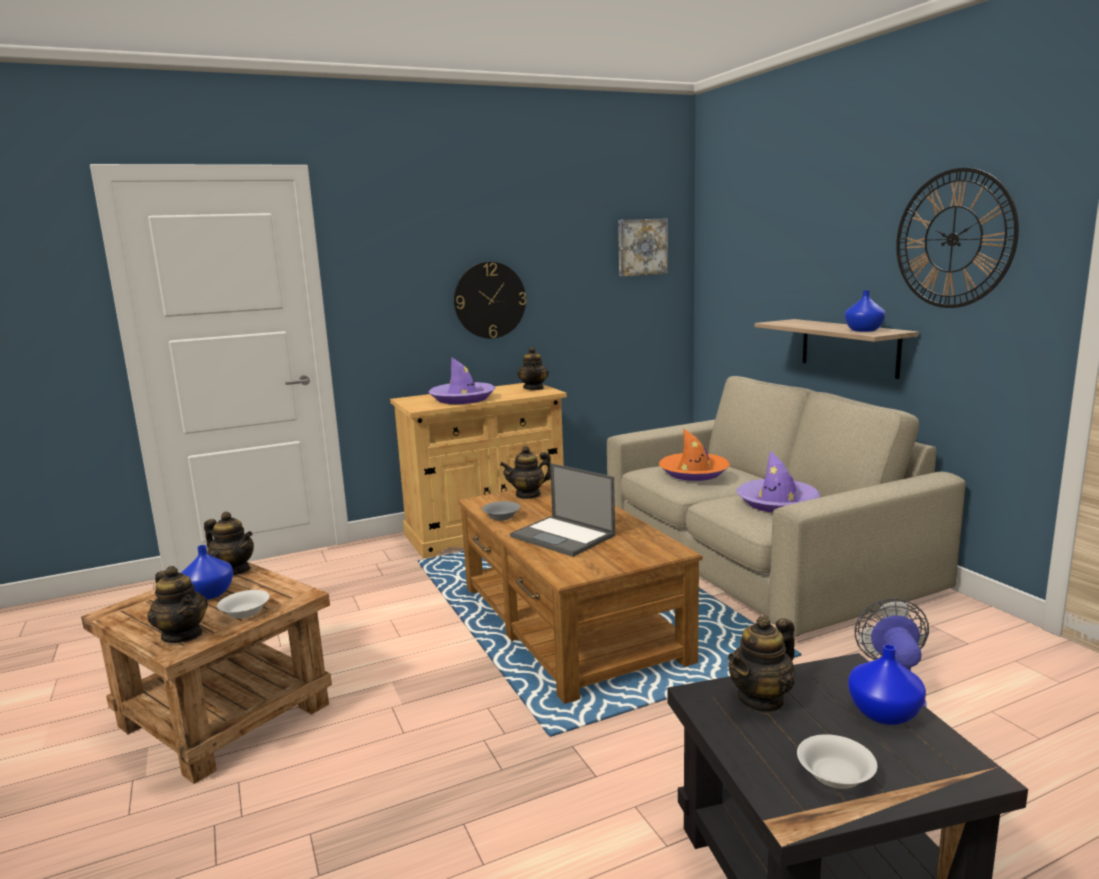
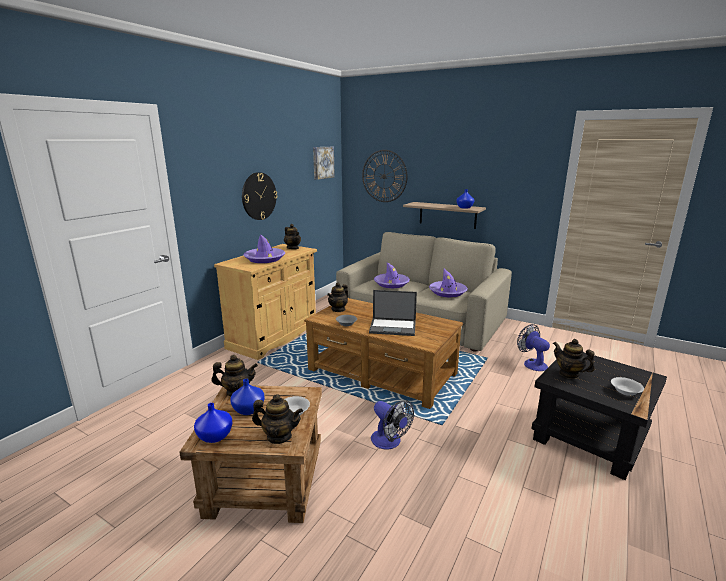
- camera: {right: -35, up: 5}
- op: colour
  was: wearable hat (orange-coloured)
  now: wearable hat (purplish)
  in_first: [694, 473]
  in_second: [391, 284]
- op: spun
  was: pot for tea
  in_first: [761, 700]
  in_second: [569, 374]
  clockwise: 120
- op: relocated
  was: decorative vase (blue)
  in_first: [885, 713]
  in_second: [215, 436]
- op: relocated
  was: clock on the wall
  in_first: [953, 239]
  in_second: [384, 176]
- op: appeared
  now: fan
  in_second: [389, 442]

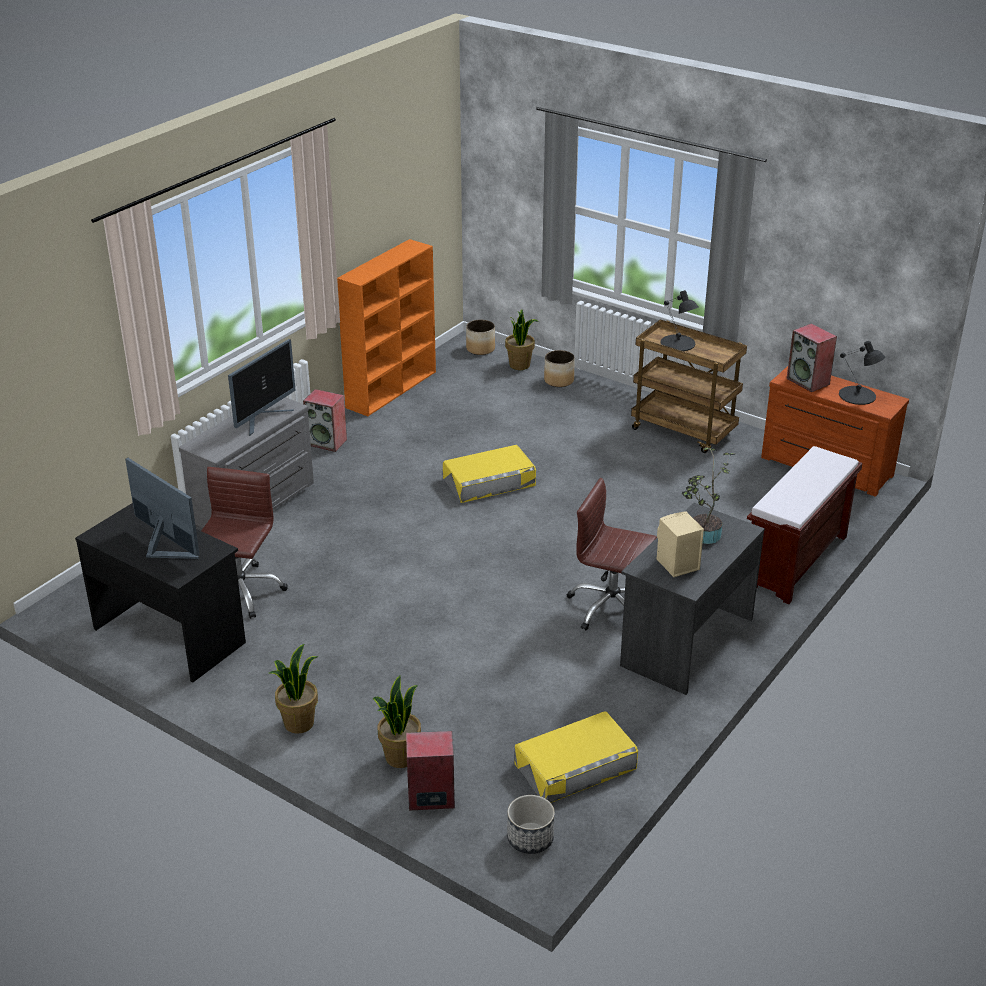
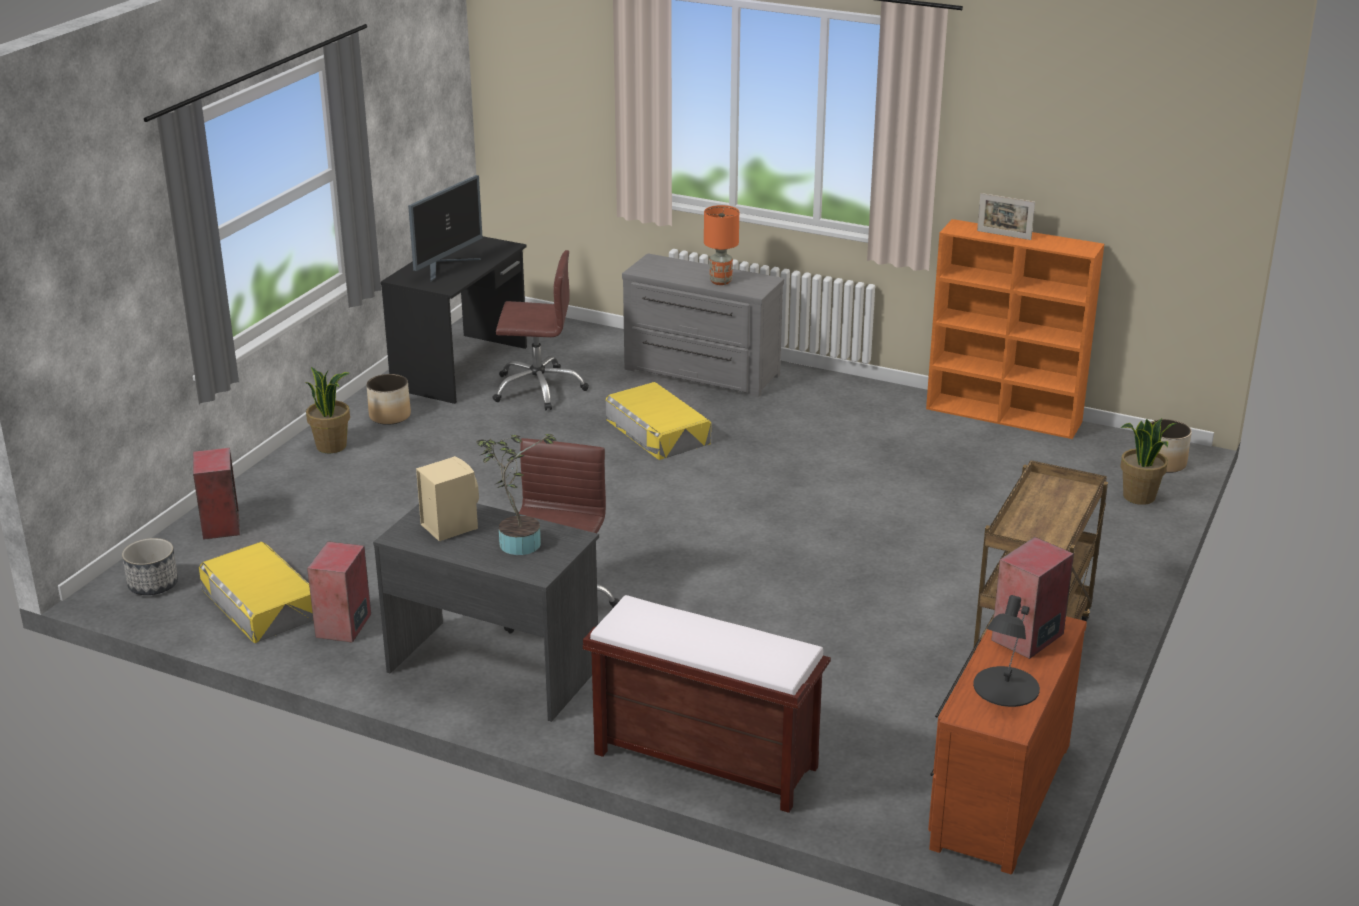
- camera: {right: 80, up: -5}
- op: exchanged
  was: monitor
  now: table lamp (orange-coloured)
  in_first: [264, 418]
  in_second: [721, 281]
- op: relocated
  was: loudspeaker
  in_first: [327, 442]
  in_second: [344, 626]
- op: missing
  was: plant in a pot
  in_first: [400, 757]
- op: relocated
  was: storage container (yellowish)
  in_first: [489, 482]
  in_second: [657, 431]
- op: relocated
  was: plant pot
  in_first: [559, 381]
  in_second: [390, 416]
- op: missing
  was: table lamp (black)
  in_first: [678, 343]
- op: appeared
  now: photo frame
  in_second: [1004, 235]

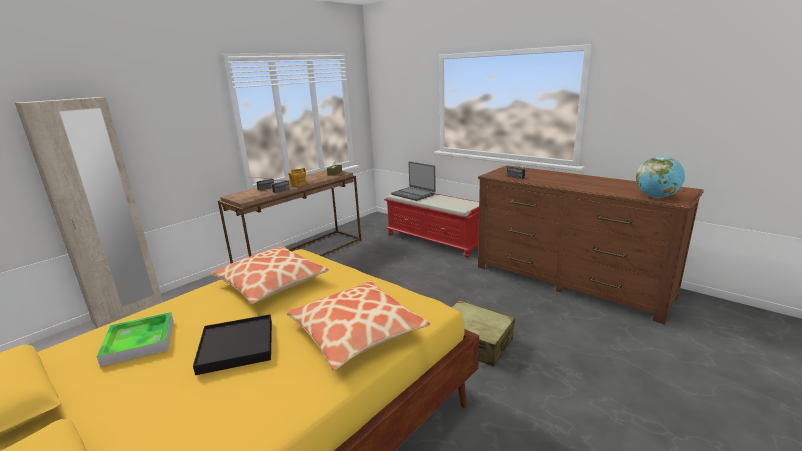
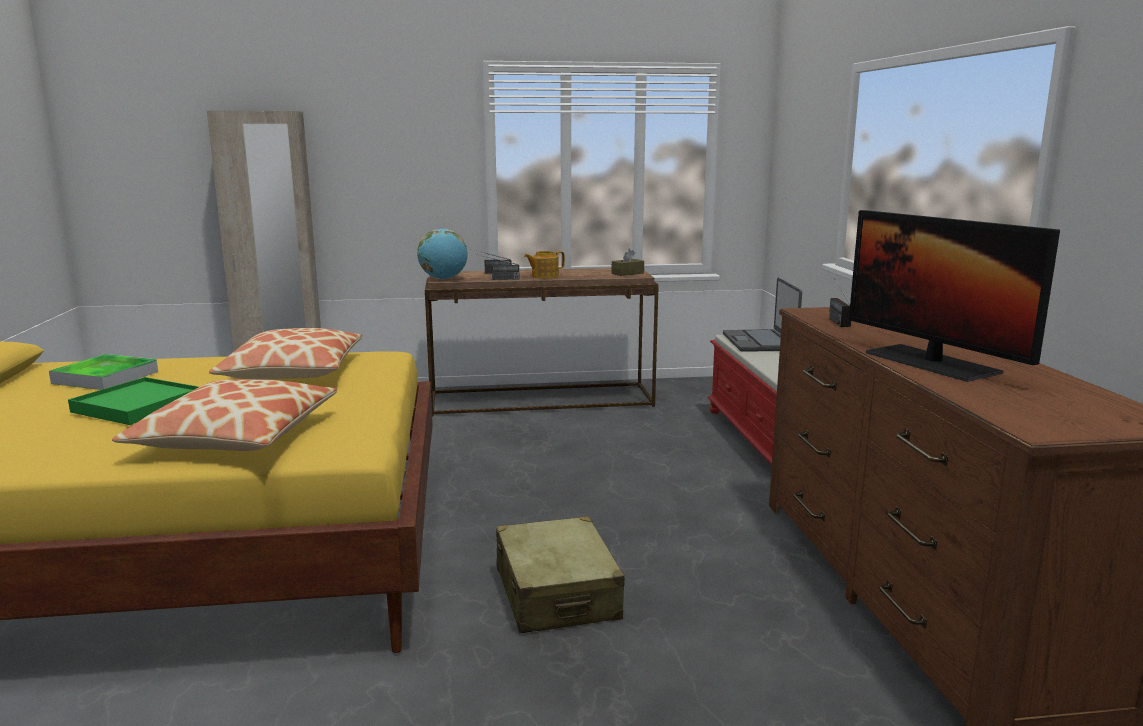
- camera: {right: 40, up: -5}
- op: colour
  was: serving tray (black)
  now: serving tray (green-coloured)
  in_first: [236, 346]
  in_second: [138, 406]
- op: relocated
  was: globe
  in_first: [656, 197]
  in_second: [443, 279]
- op: appeared
  now: monitor
  in_second: [931, 363]

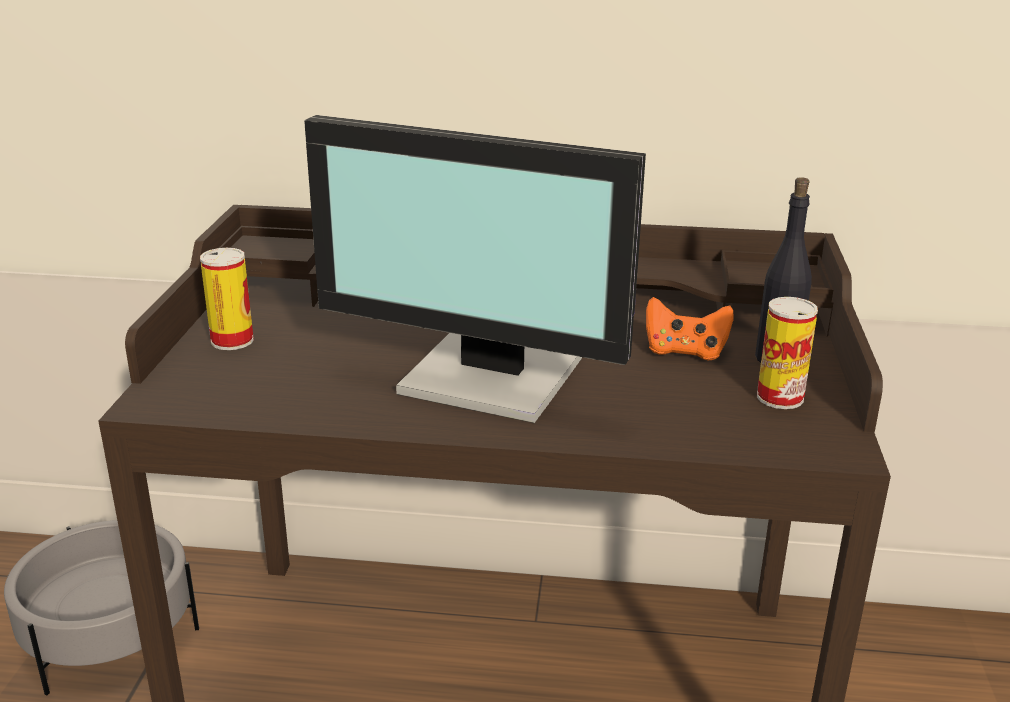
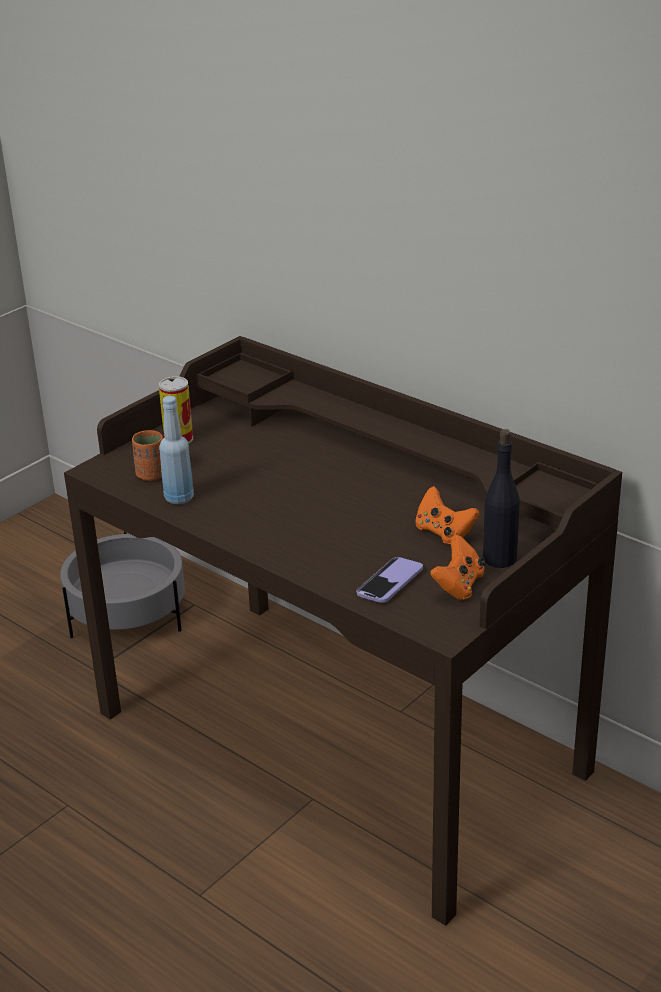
- camera: {right: 35, up: 5}
- op: missing
  was: monitor
  in_first: [491, 380]
- op: exchanged
  was: metal can
  now: joypad (orange-coloured)
  in_first: [780, 397]
  in_second: [459, 585]
- op: appeared
  now: drinking cup (orange-coloured)
  in_second: [151, 475]
- op: appeared
  now: beverage bottle (blue)
  in_second: [179, 498]
- op: appeared
  now: telephone
  in_second: [390, 582]

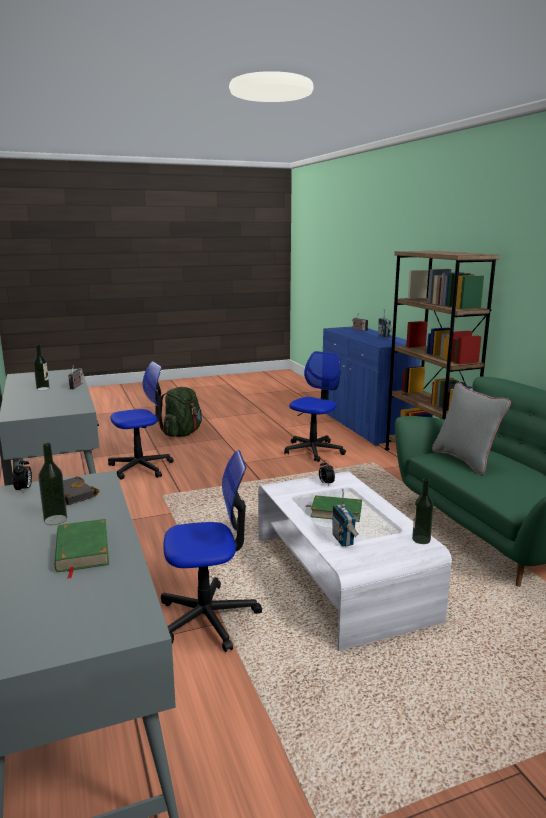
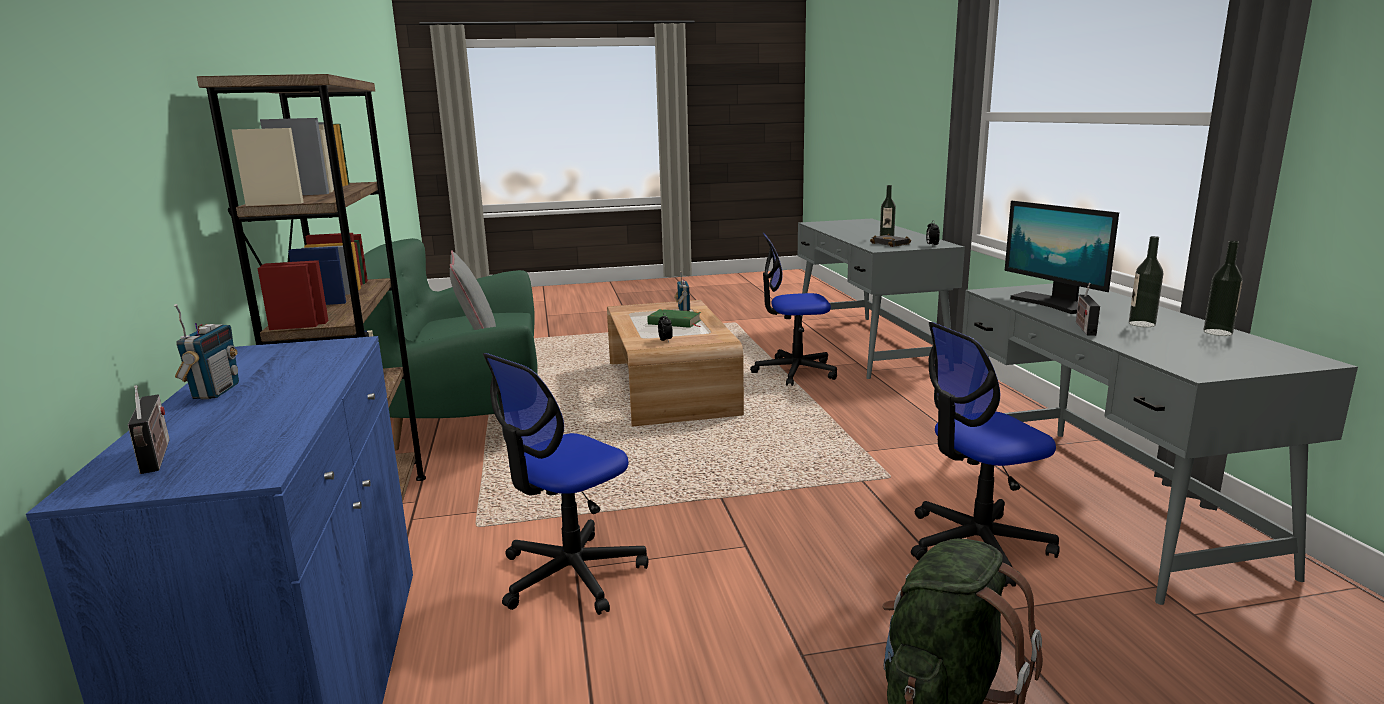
- camera: {right: -170, up: 0}
- op: missing
  was: volume (green-coloured)
  in_first: [82, 550]
- op: colour
  was: coffee table (white)
  now: coffee table (brown)
  in_first: [341, 577]
  in_second: [670, 388]
- op: relocated
  was: beverage bottle
  in_first: [421, 539]
  in_second: [1218, 332]
- op: appeared
  now: monitor
  in_second: [1052, 303]

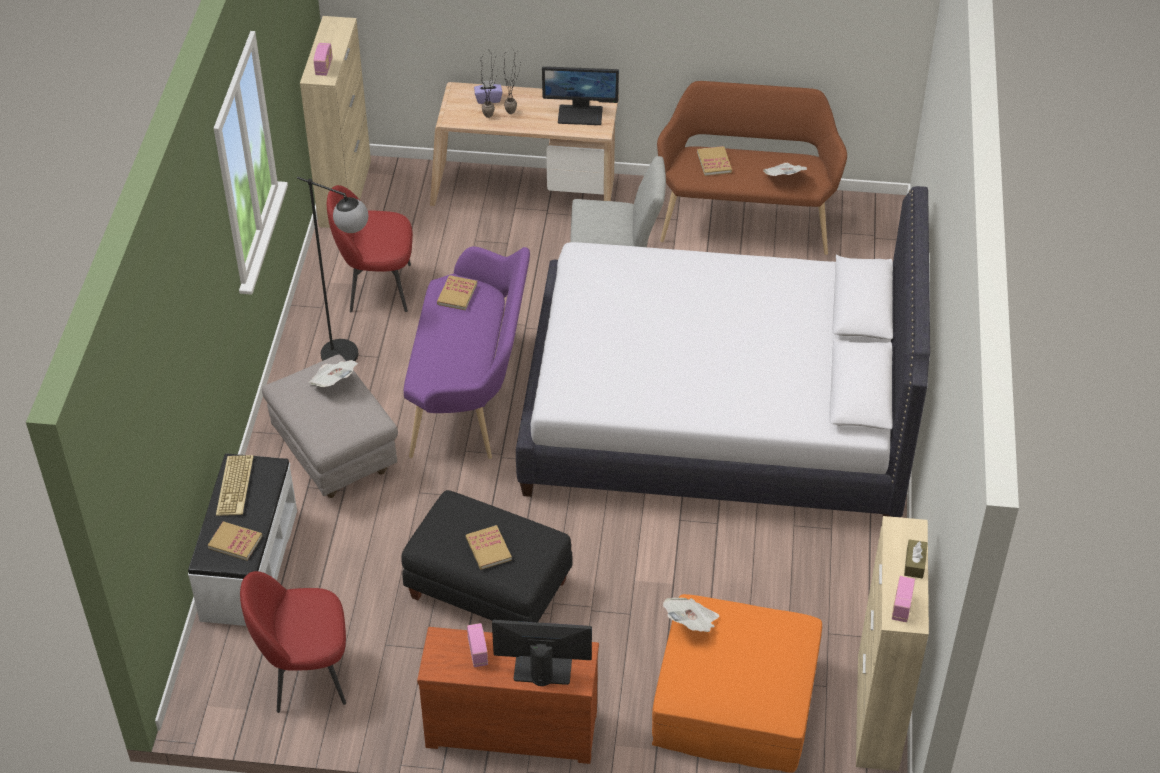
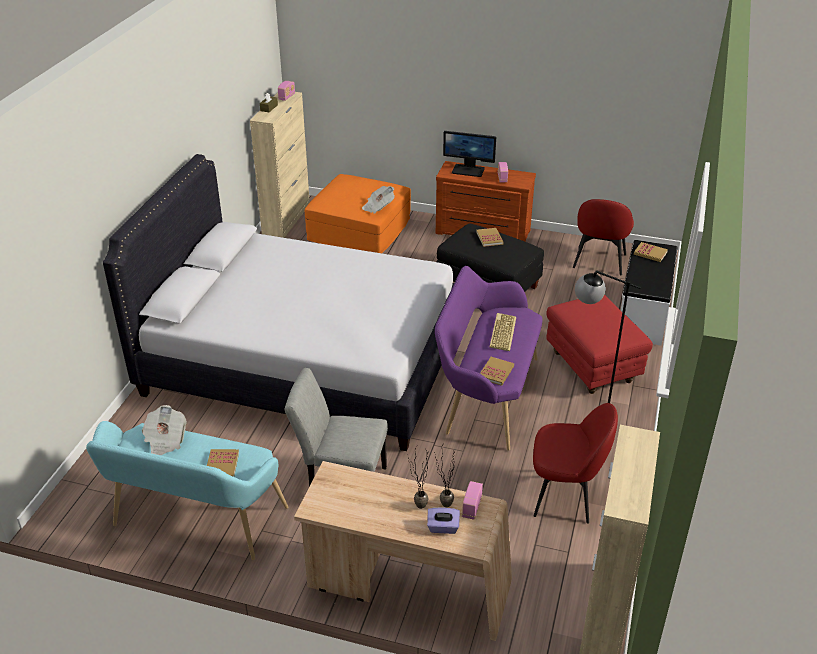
- camera: {right: -170, up: -10}
- op: relocated
  was: PC keyboard
  in_first: [236, 487]
  in_second: [502, 332]
- op: spun
  was: plain chair (reddish)
  in_first: [305, 674]
  in_second: [599, 262]
  clockwise: 105
- op: colour
  was: pouffe (gray)
  now: pouffe (reddish)
  in_first: [336, 455]
  in_second: [591, 367]
- op: missing
  was: newspaper
  in_first: [334, 382]
- op: relocated
  was: radio receiver
  in_first: [324, 67]
  in_second: [471, 507]
- op: missing
  was: monitor
  in_first: [580, 114]
- op: colour
  was: long seat (brown)
  now: long seat (turquoise-coloured)
  in_first: [745, 219]
  in_second: [195, 521]

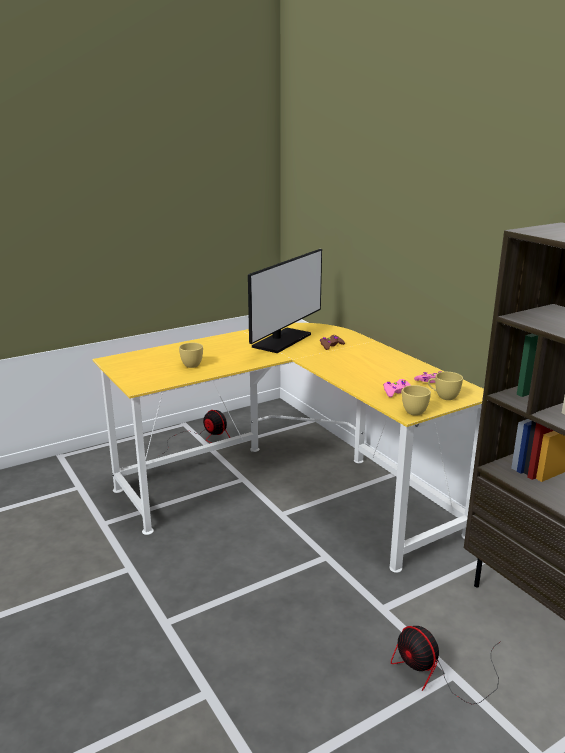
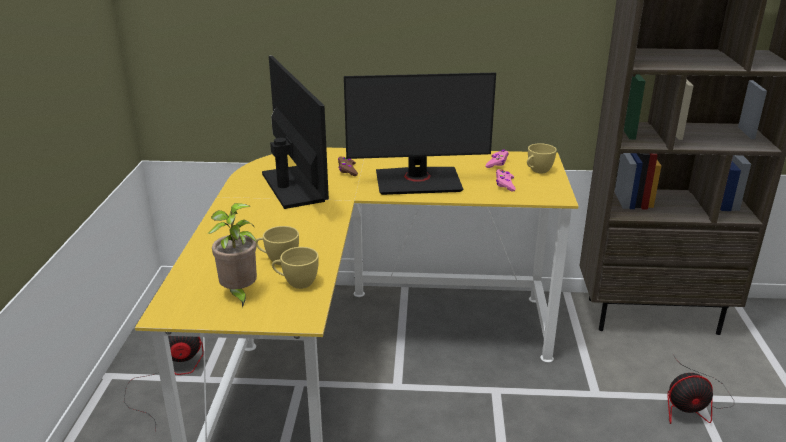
- camera: {right: -55, up: 5}
- op: relocated
  was: drinking cup (yellowish)
  in_first: [412, 411]
  in_second: [296, 283]
- op: appeared
  now: plant in a pot
  in_second: [239, 294]
- op: appeared
  now: monitor
  in_second: [418, 181]

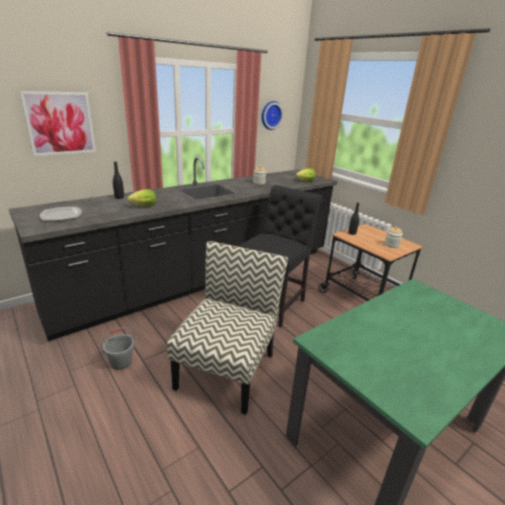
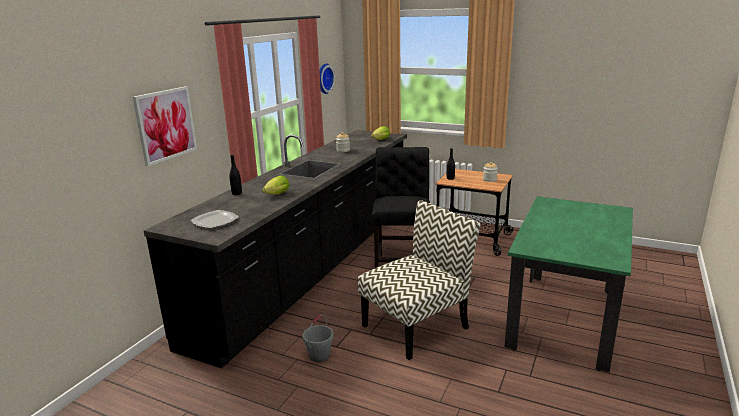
- camera: {right: -25, up: -5}
- op: spun
  was: plain chair
  in_first: [226, 369]
  in_second: [416, 325]
  clockwise: 60

